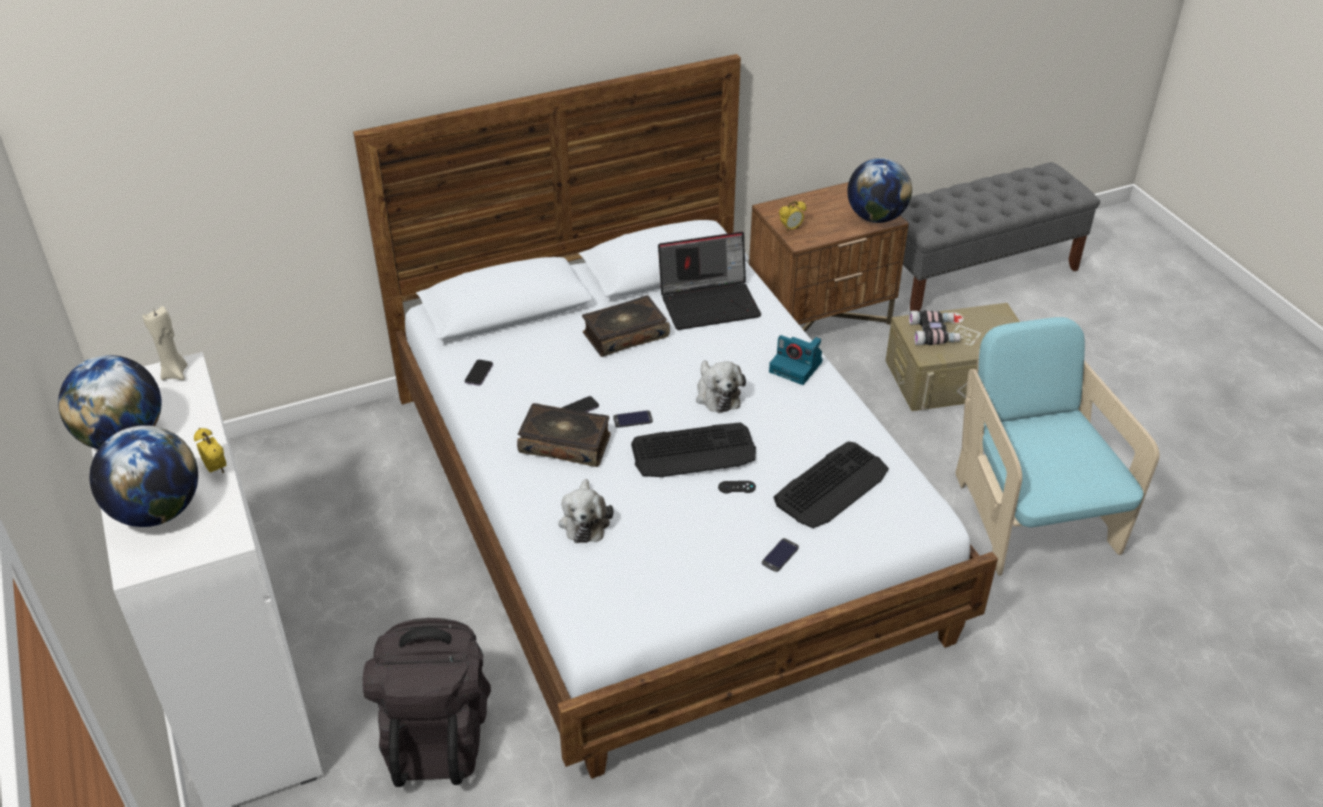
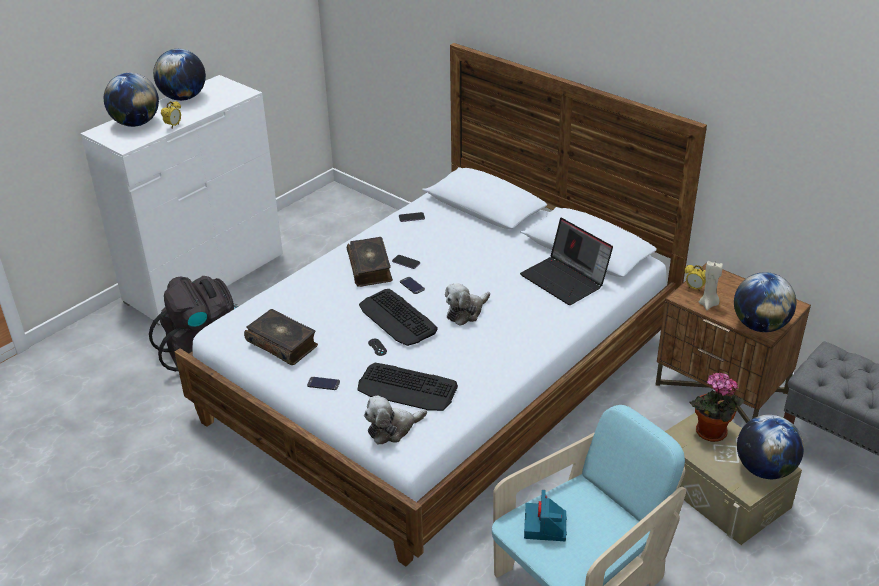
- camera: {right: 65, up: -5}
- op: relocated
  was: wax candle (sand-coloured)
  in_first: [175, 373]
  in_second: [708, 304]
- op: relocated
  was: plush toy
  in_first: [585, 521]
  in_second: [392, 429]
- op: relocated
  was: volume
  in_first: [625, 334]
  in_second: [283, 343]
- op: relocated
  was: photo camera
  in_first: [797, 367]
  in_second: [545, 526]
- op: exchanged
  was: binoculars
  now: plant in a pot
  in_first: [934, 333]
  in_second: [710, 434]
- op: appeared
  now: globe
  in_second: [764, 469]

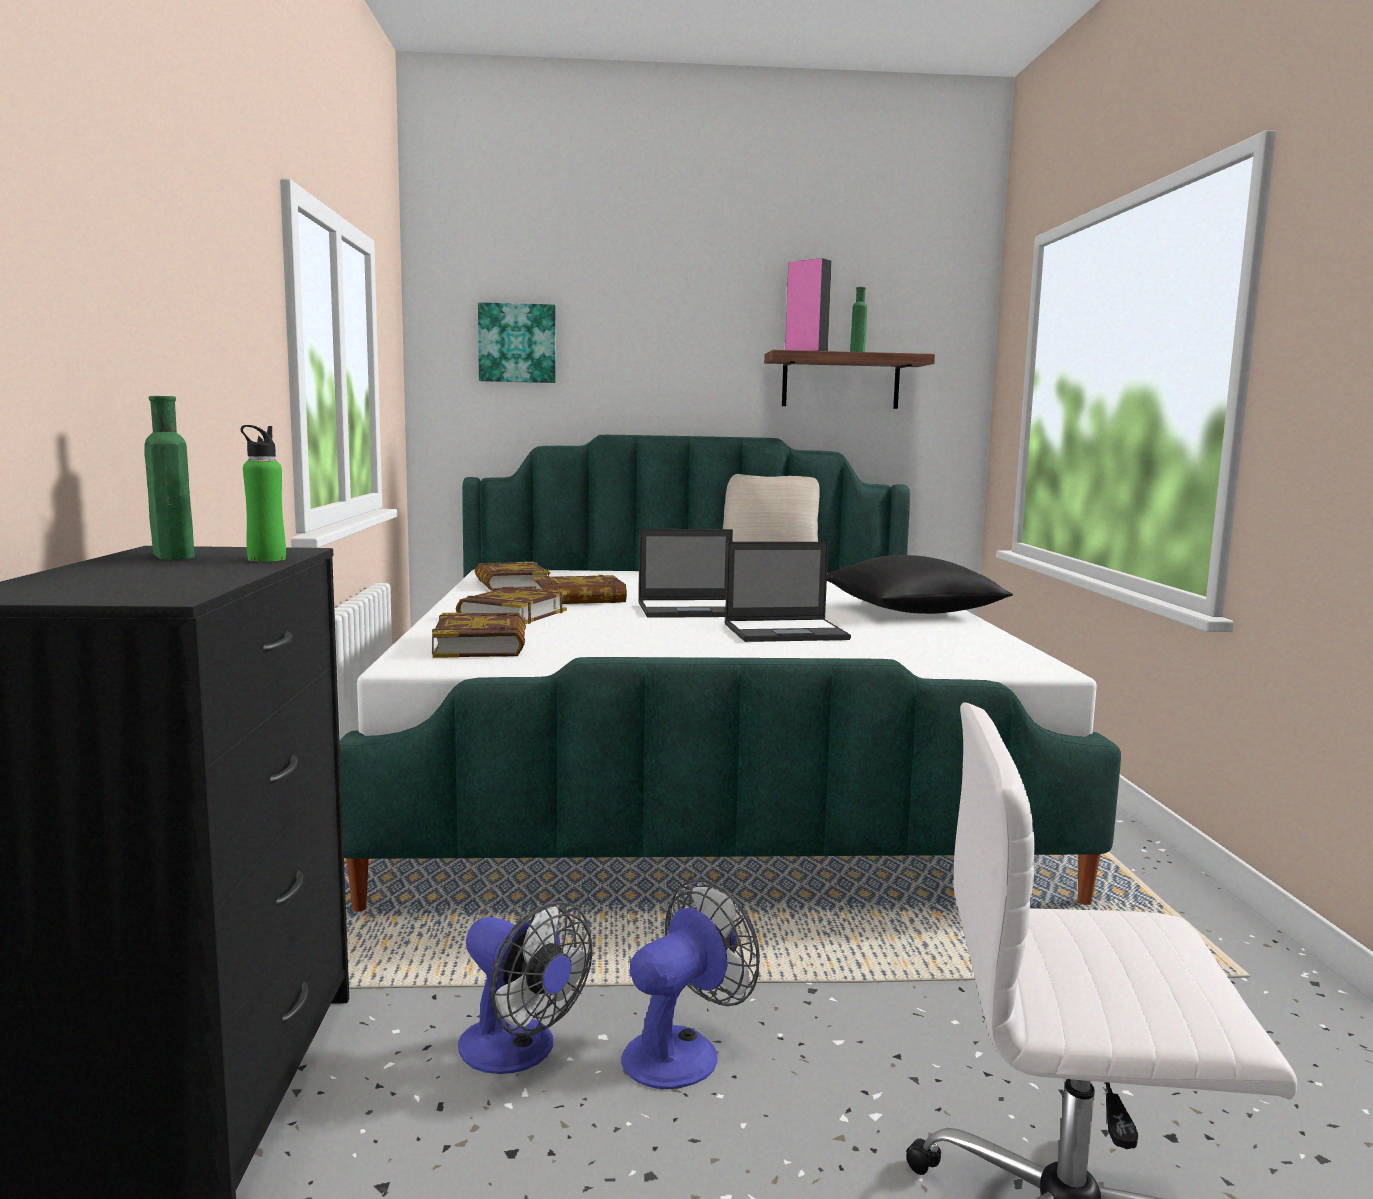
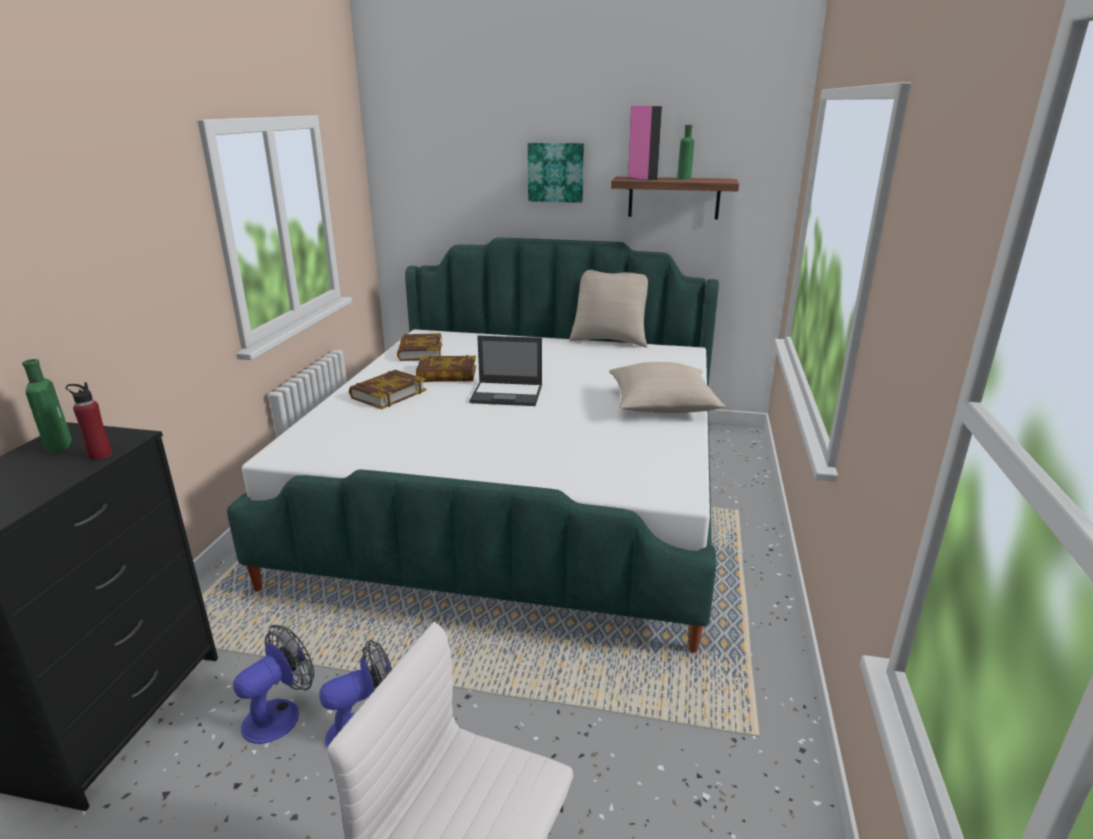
- camera: {right: 15, up: 15}
- op: colour
  was: beverage bottle (green-coloured)
  now: beverage bottle (reddish)
  in_first: [266, 559]
  in_second: [100, 455]
- op: missing
  was: volume
  in_first: [481, 645]
- op: spun
  was: fan
  in_first: [519, 1052]
  in_second: [280, 714]
  clockwise: -105
- op: relocated
  was: wall art
  in_first: [517, 343]
  in_second: [556, 172]
- op: missing
  was: laptop
  in_first: [787, 632]
- op: colour
  was: throw pillow (black)
  now: throw pillow (sand-coloured)
  in_first: [912, 611]
  in_second: [662, 405]

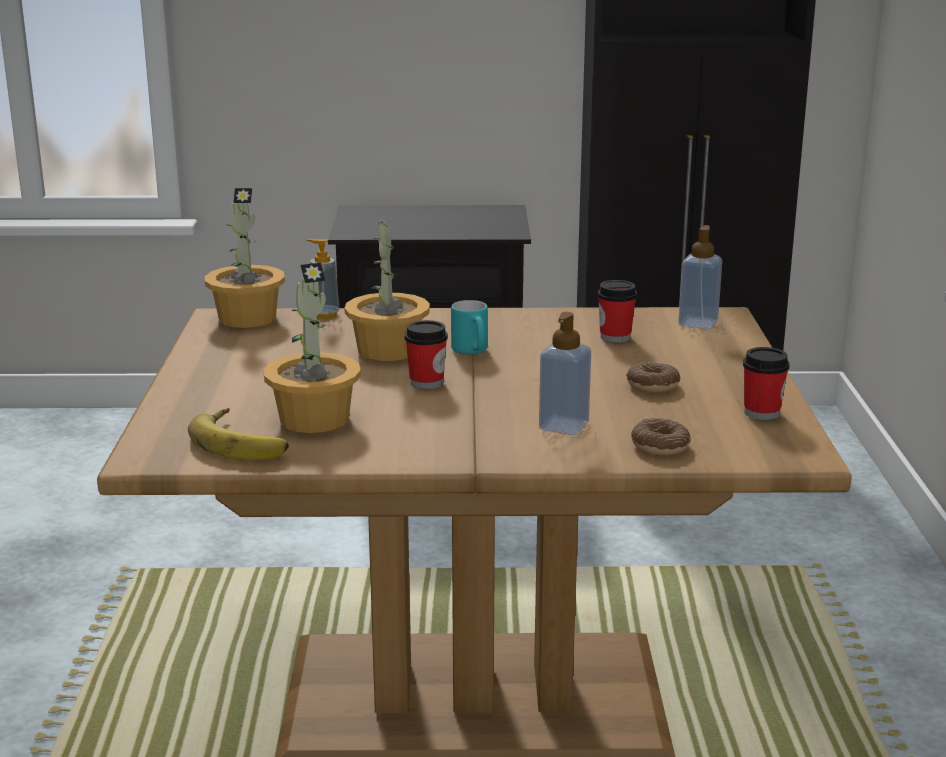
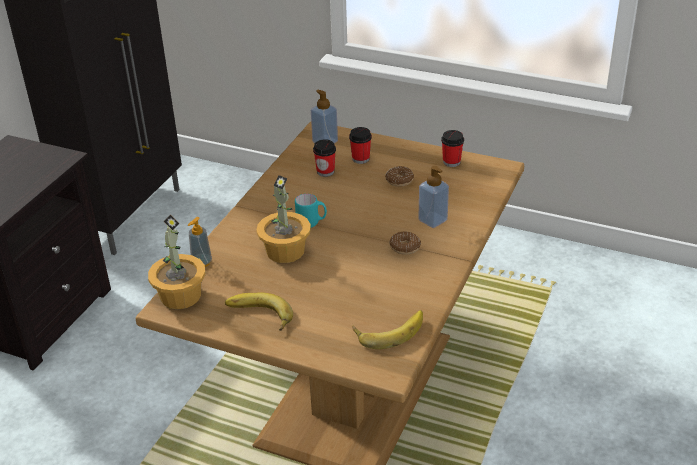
- camera: {right: -65, up: 15}
- op: missing
  was: plant in a pot
  in_first: [314, 418]
- op: relocated
  was: drinking cup
  in_first: [426, 383]
  in_second: [360, 159]
- op: relocated
  was: donut
  in_first: [660, 446]
  in_second: [405, 247]
- op: appeared
  now: banana
  in_second: [258, 316]

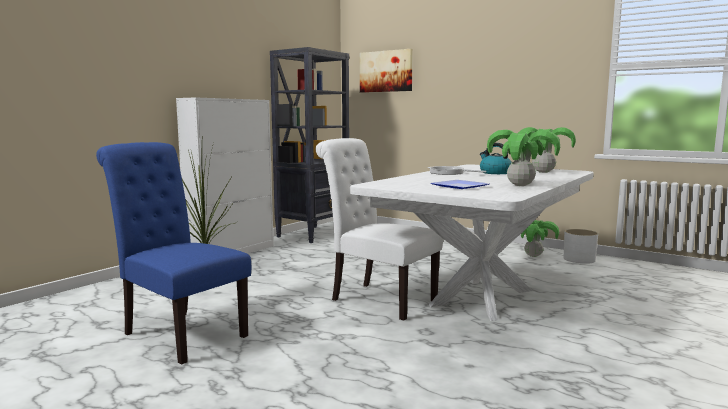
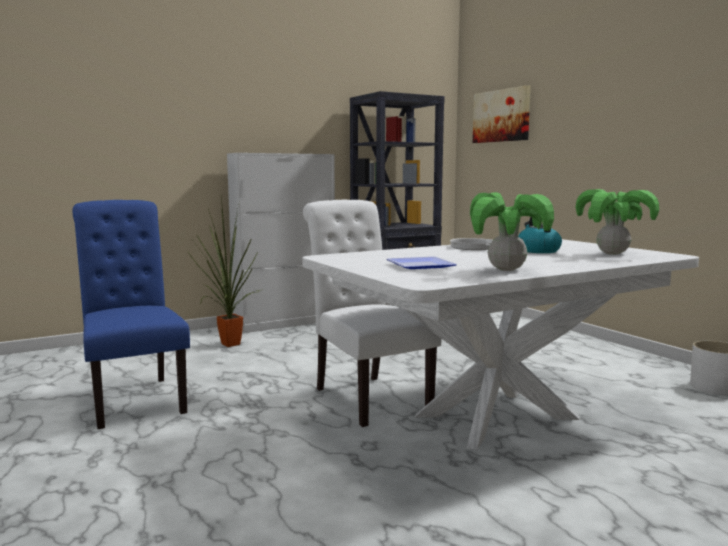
- camera: {right: 25, up: 0}
- op: missing
  was: plant in a pot
  in_first: [533, 256]

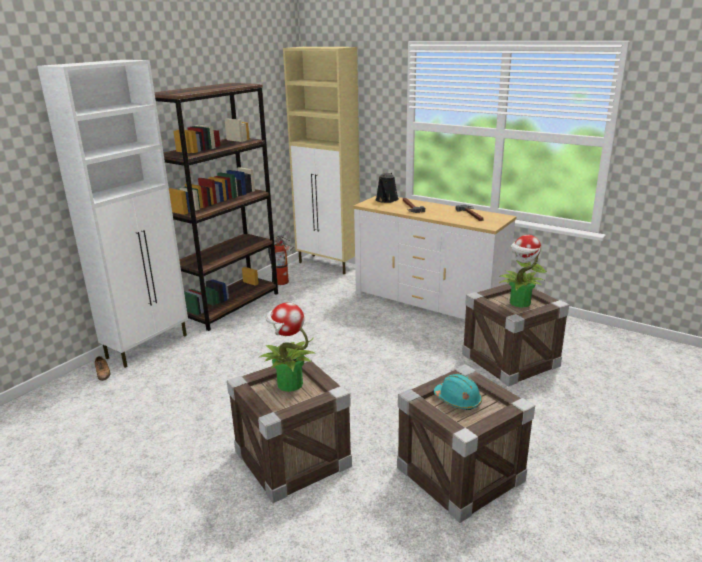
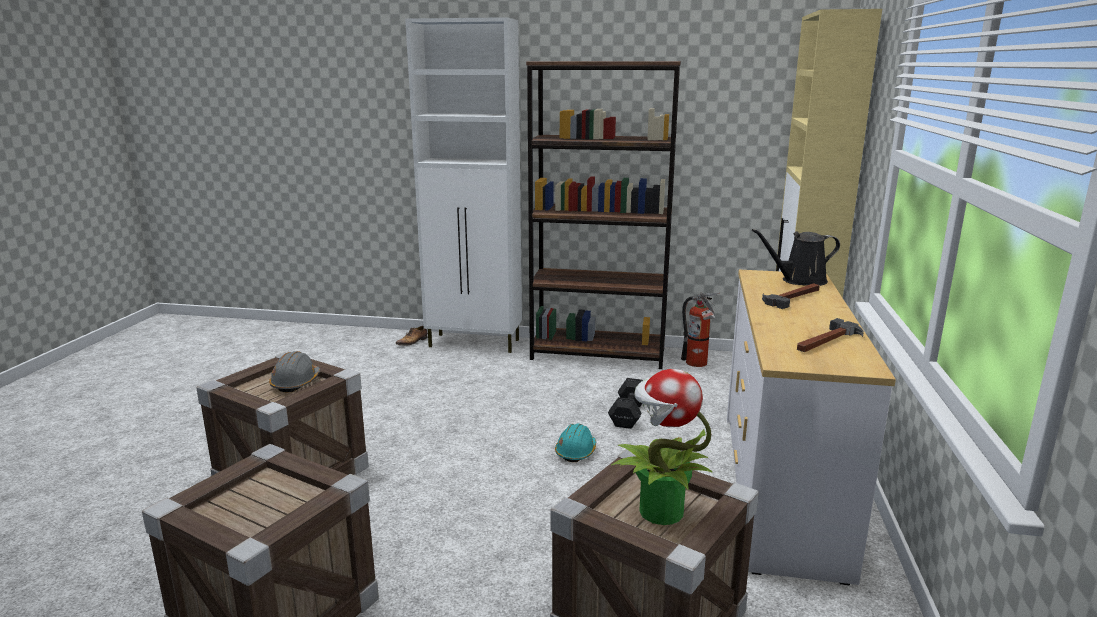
- camera: {right: 65, up: -5}
- op: exchanged
  was: plant in a pot
  now: hard hat (gray)
  in_first: [289, 384]
  in_second: [296, 383]
- op: relocated
  was: hard hat (turquoise-coloured)
  in_first: [458, 400]
  in_second: [576, 452]
- op: appeared
  now: hand weight (black)
  in_second: [629, 414]

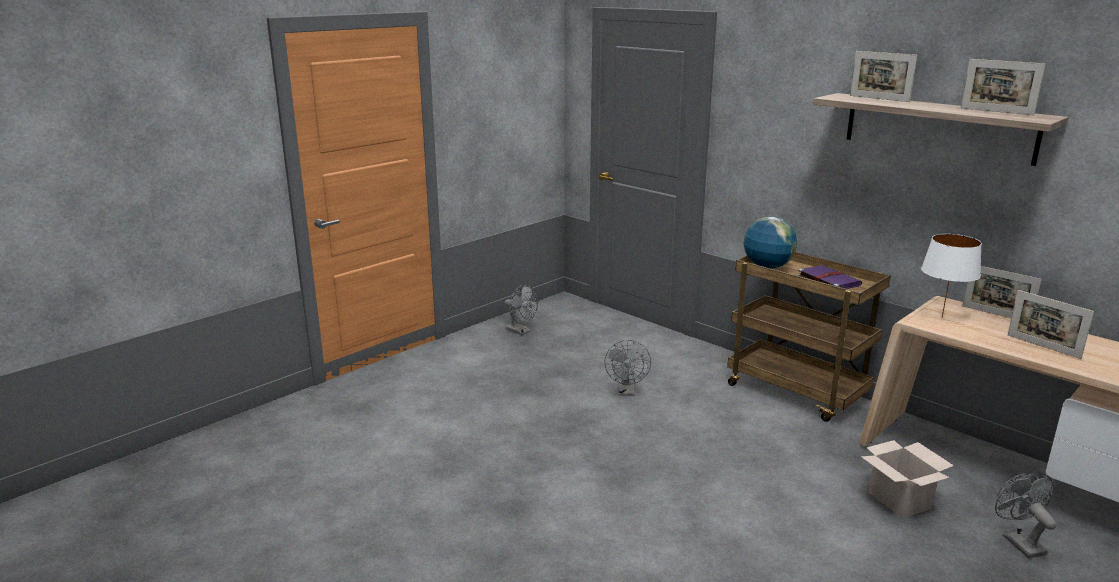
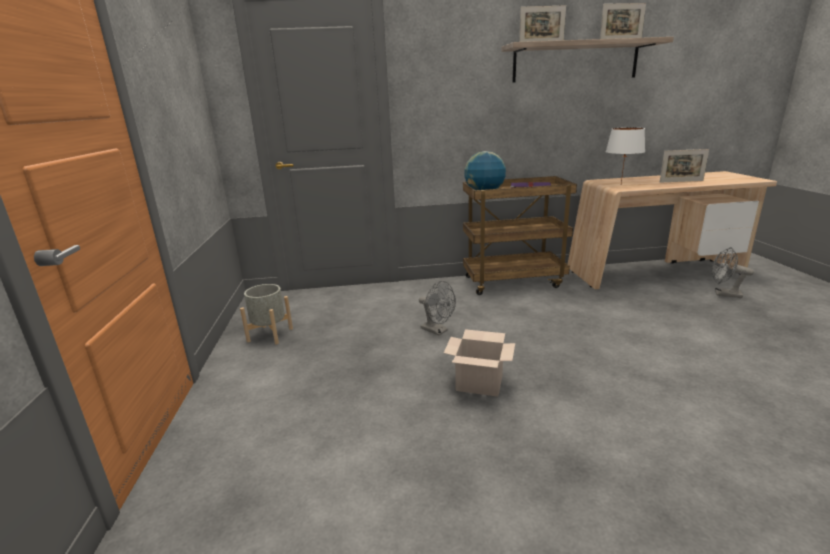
- camera: {right: -50, up: 0}
- op: exchanged
  was: fan (gray)
  now: plant pot (gray)
  in_first: [521, 331]
  in_second: [270, 335]
- op: relocated
  was: carton
  in_first: [901, 501]
  in_second: [480, 383]
- op: missing
  was: photo frame
  in_first: [995, 314]

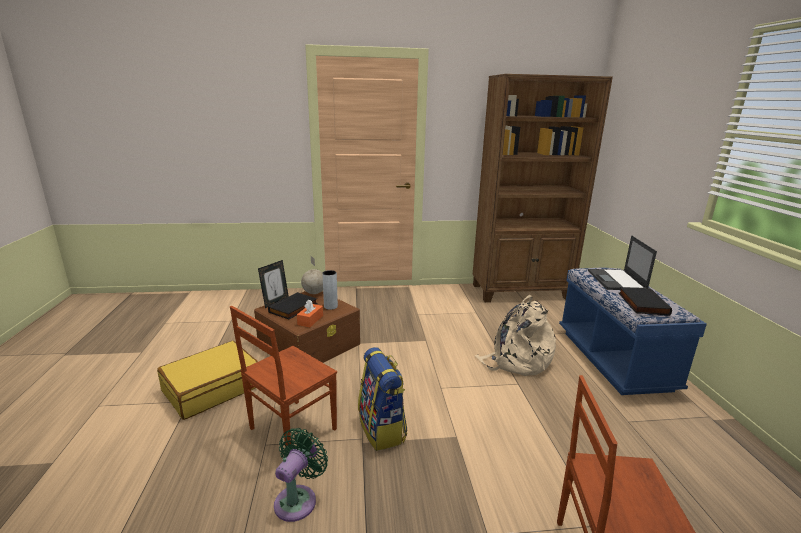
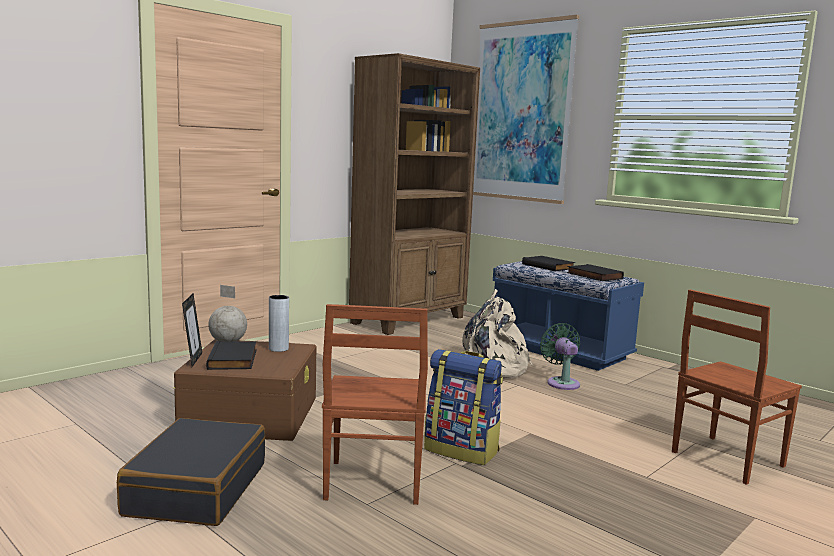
- camera: {right: -40, up: -10}
- op: colour
  was: travel case (yellowish)
  now: travel case (black)
  in_first: [212, 388]
  in_second: [196, 489]
- op: relocated
  was: fan (green-coloured)
  in_first: [298, 499]
  in_second: [561, 382]
- op: missing
  was: box of tissues (orange-coloured)
  in_first: [310, 320]
- op: exchanged
  was: laptop
  now: volume (black)
  in_first: [617, 280]
  in_second: [549, 266]
- op: appeared
  now: wall art
  in_second: [521, 112]

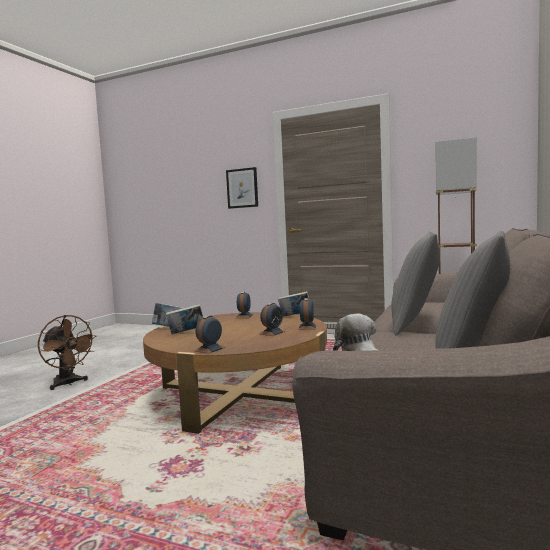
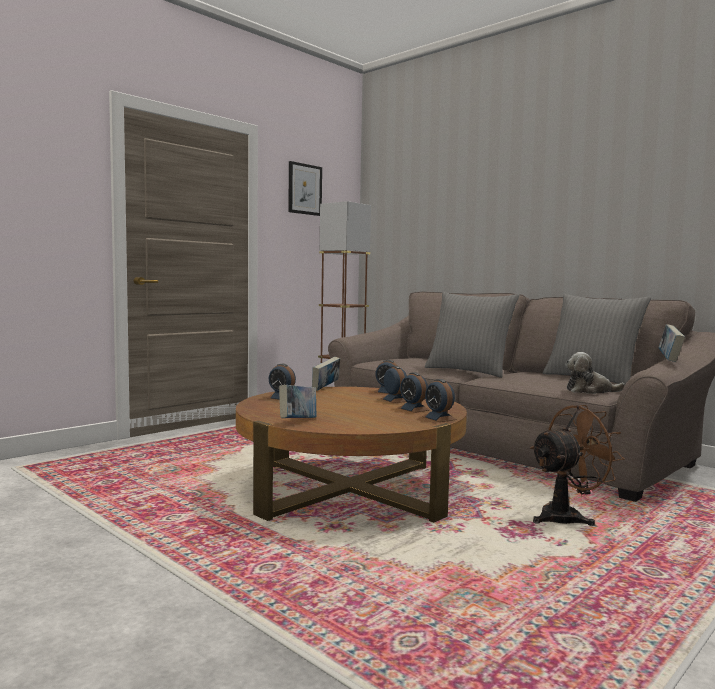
- camera: {right: -70, up: 0}
- op: relocated
  was: fan (brown)
  in_first: [68, 384]
  in_second: [567, 517]
- op: relocated
  was: volume
  in_first: [186, 333]
  in_second: [669, 359]
- op: relocated
  was: wall art
  in_first: [242, 188]
  in_second: [304, 189]
- op: appeared
  now: bedside clock
  in_second: [413, 409]

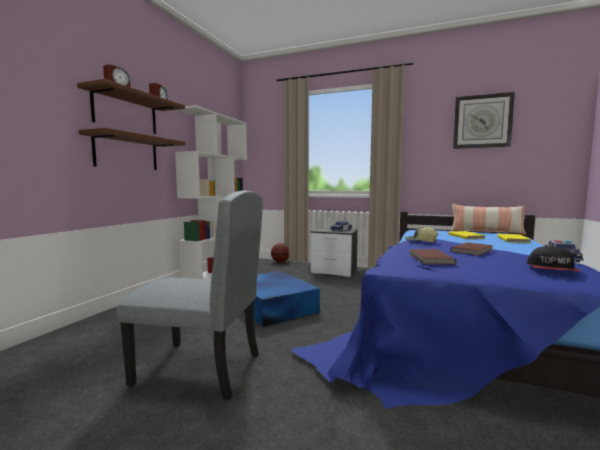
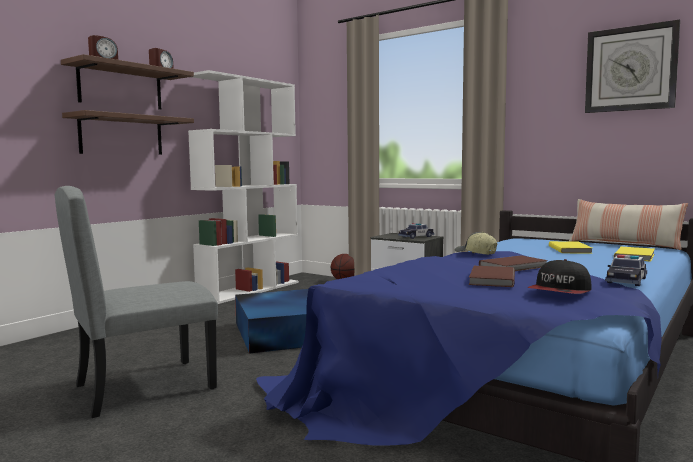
- camera: {right: 15, up: 0}
- op: spun
  was: plain chair (gray)
  in_first: [198, 369]
  in_second: [145, 386]
  clockwise: 120
- op: relocated
  was: volume (brown)
  in_first: [430, 259]
  in_second: [490, 279]

